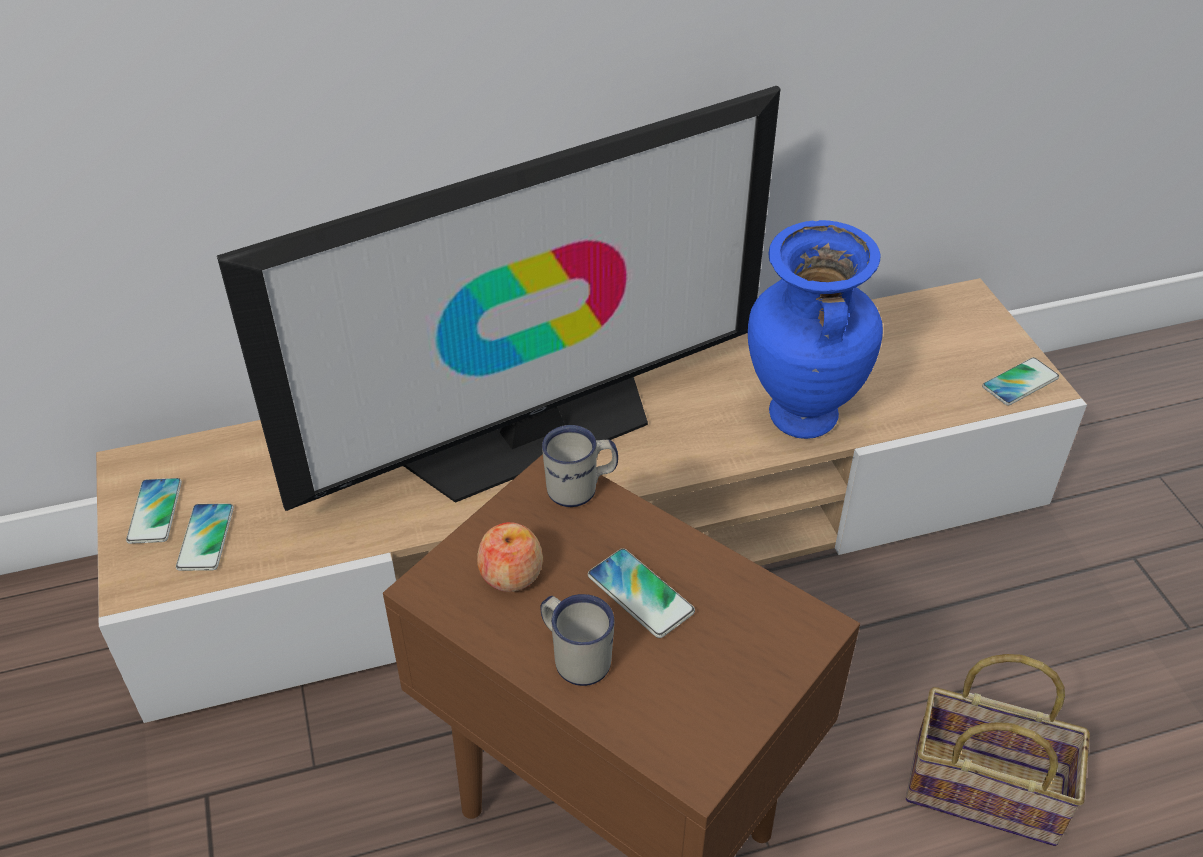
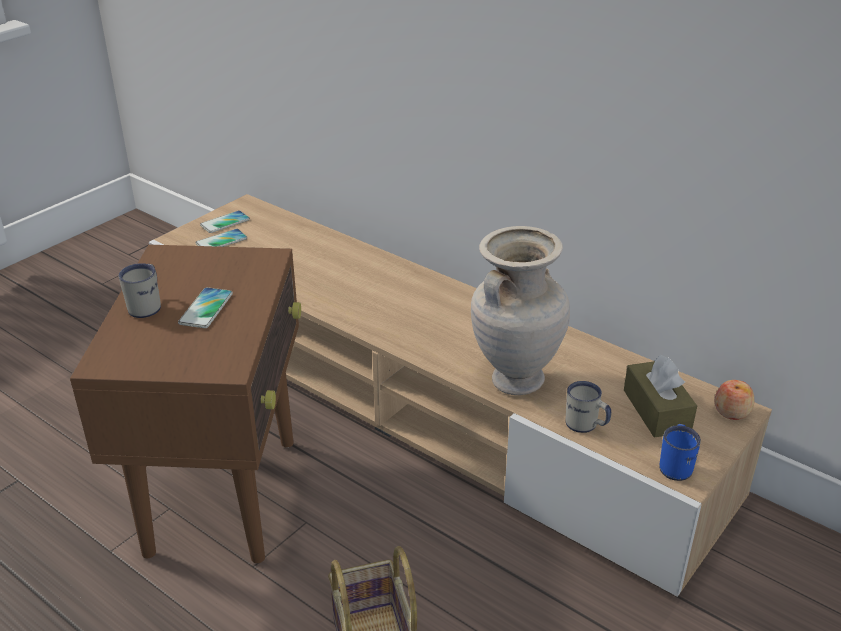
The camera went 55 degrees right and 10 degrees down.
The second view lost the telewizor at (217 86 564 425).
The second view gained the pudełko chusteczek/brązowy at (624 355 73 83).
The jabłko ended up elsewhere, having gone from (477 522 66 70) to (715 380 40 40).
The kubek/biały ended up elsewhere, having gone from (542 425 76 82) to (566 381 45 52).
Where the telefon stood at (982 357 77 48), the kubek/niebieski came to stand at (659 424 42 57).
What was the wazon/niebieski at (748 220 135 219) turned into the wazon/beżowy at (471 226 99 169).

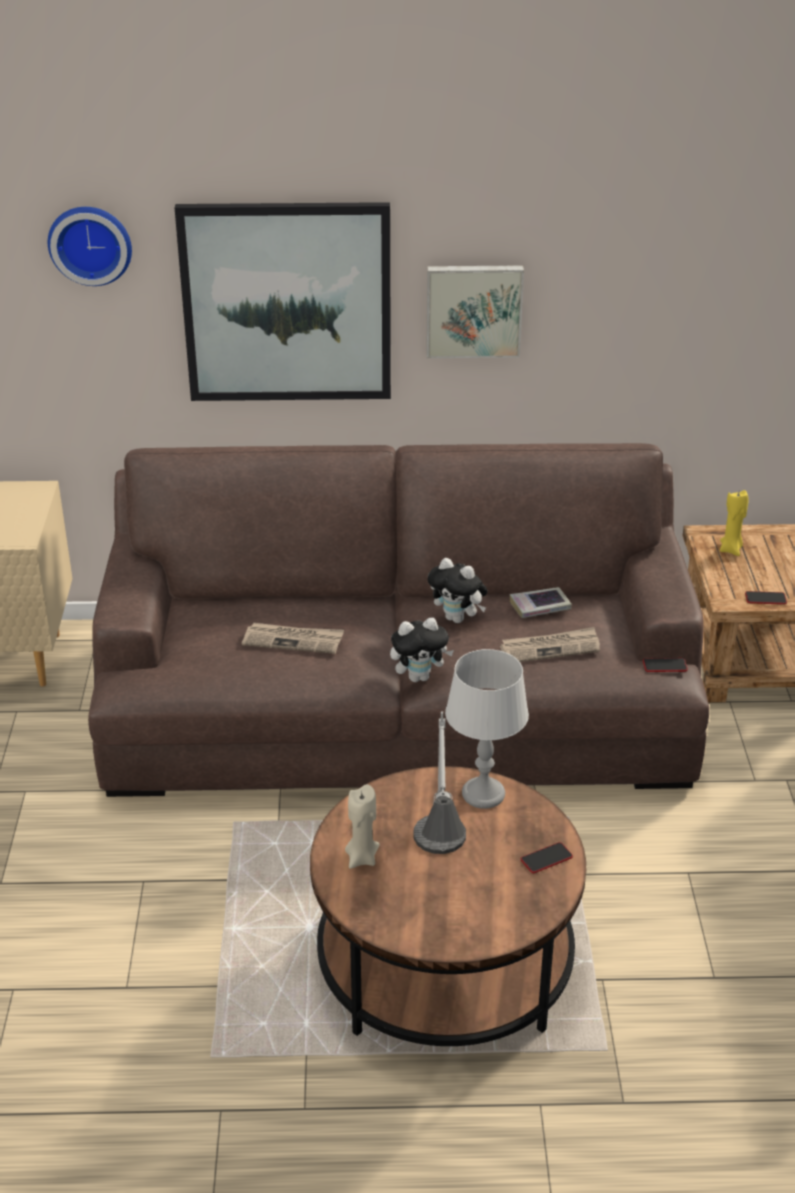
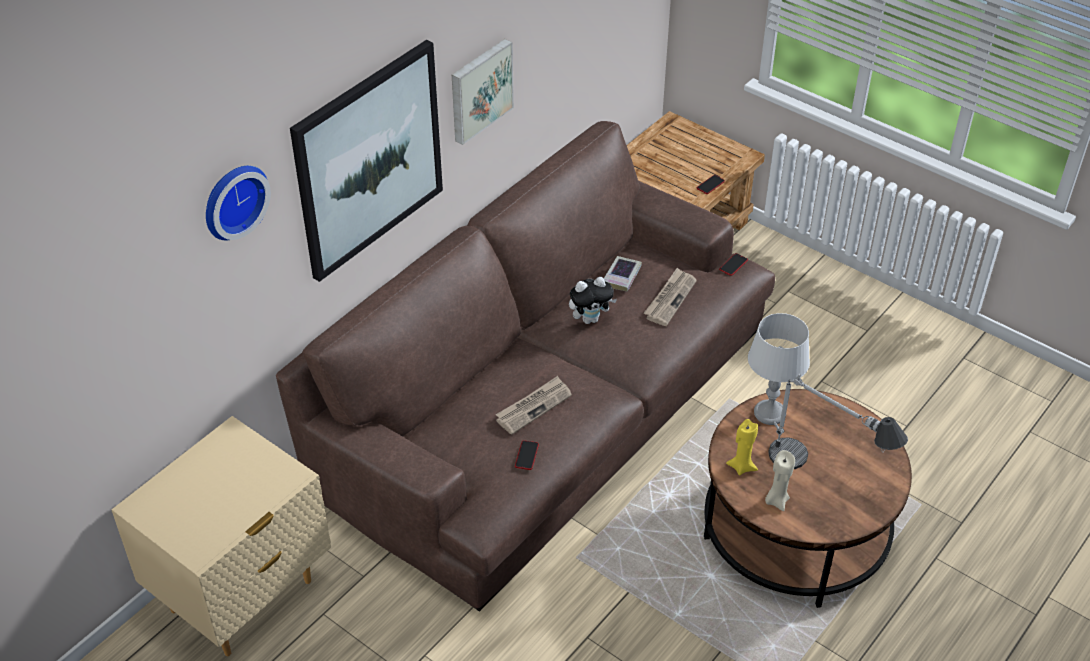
The camera went 50 degrees left and 10 degrees up.
The second view lost the pluszak at (390 618 64 64).
The telefon ended up elsewhere, having gone from (521 842 52 31) to (515 440 24 30).
The świeca/żółty ended up elsewhere, having gone from (720 490 29 66) to (726 419 32 56).

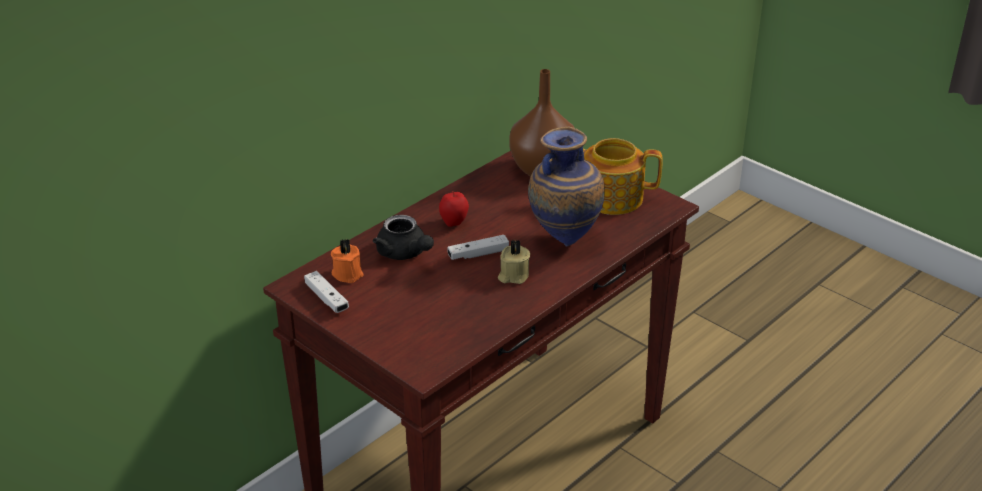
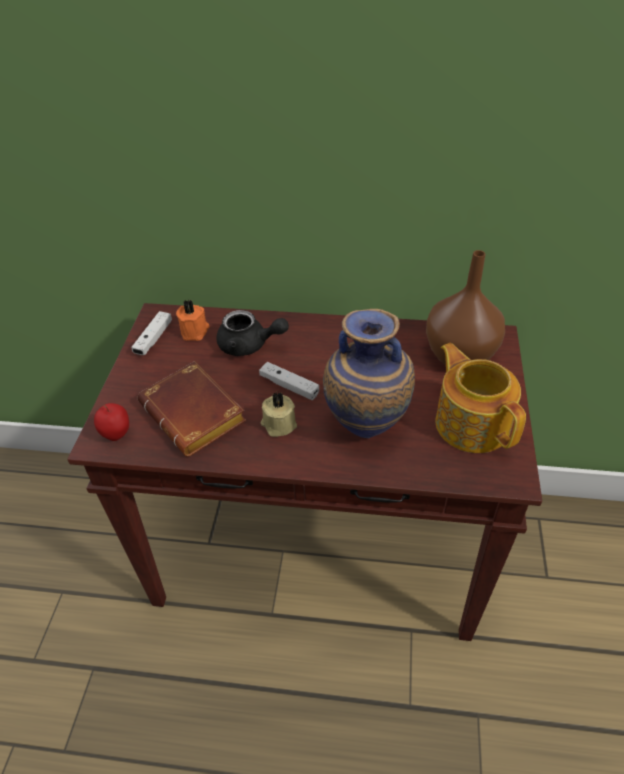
The camera went 55 degrees right and 10 degrees up.
The second view gained the książka/brązowy at (138 361 108 96).
The jabłko ended up elsewhere, having gone from (439 191 30 36) to (94 403 35 38).
The imbryk/czarny at (373 215 61 45) ended up facing another way, 90 degrees counterclockwise from before.

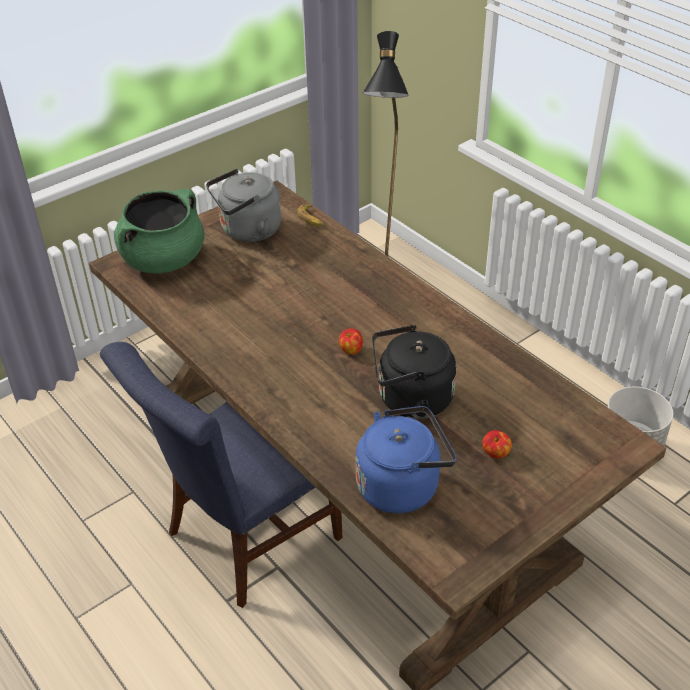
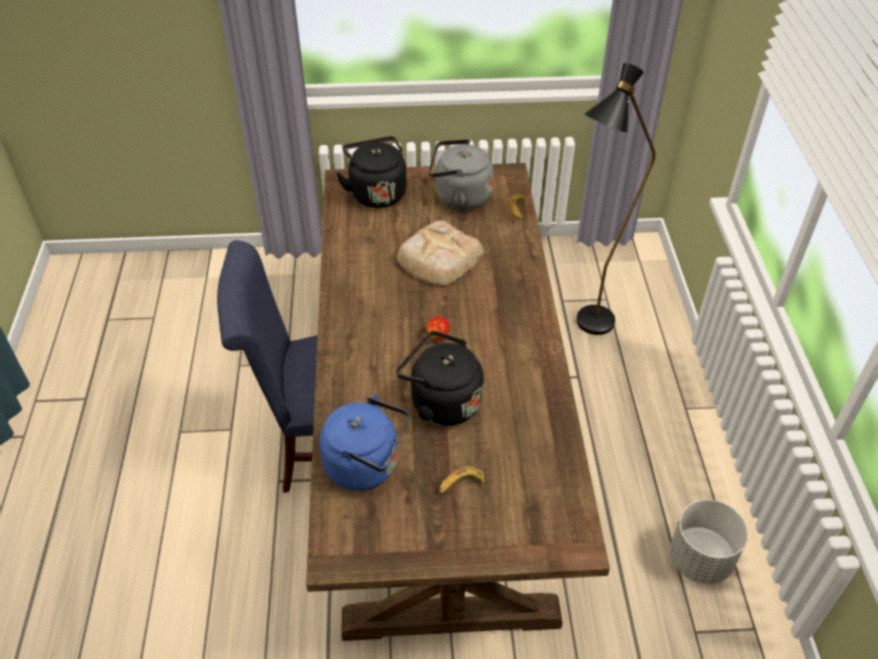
The camera went 35 degrees right and 5 degrees up.
The second view gained the chleb at (397 220 87 66).
Where the garnek/zielony stood at (114 189 90 84), the czajnik/czarny came to stand at (336 136 71 72).
Where the jabłko stood at (482 430 30 28), the banan came to stand at (439 466 46 28).

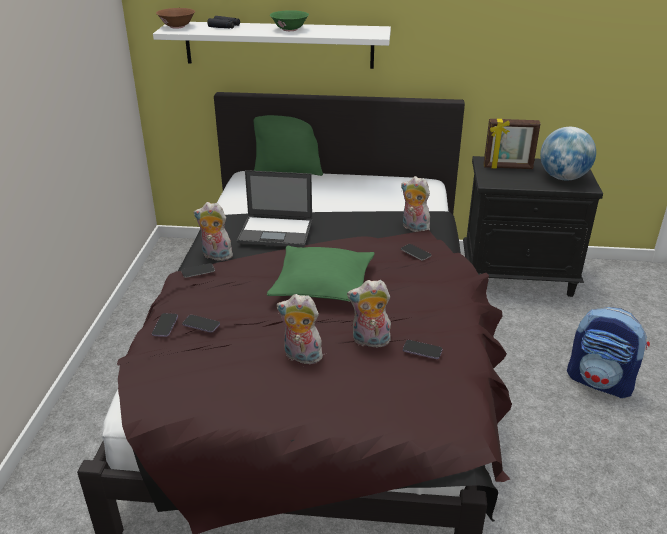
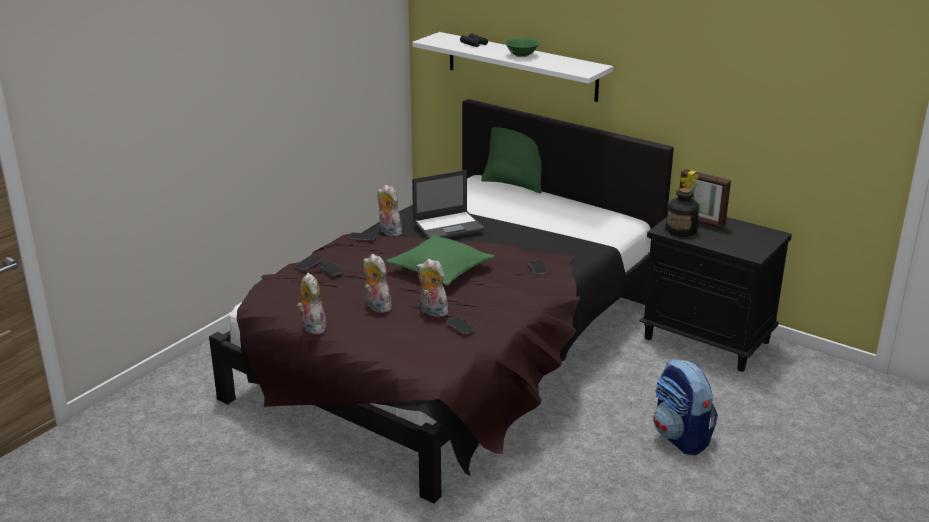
The camera went 30 degrees right and 5 degrees down.
The second view lost the miska/brązowy at (156 8 39 20).
The second view lost the globus at (540 127 56 54).
The second view gained the butelka at (665 188 34 49).
The pluszak ended up elsewhere, having gone from (401 176 29 56) to (297 273 29 61).
The laptop at (237 170 75 77) ended up facing another way, 60 degrees counterclockwise from before.

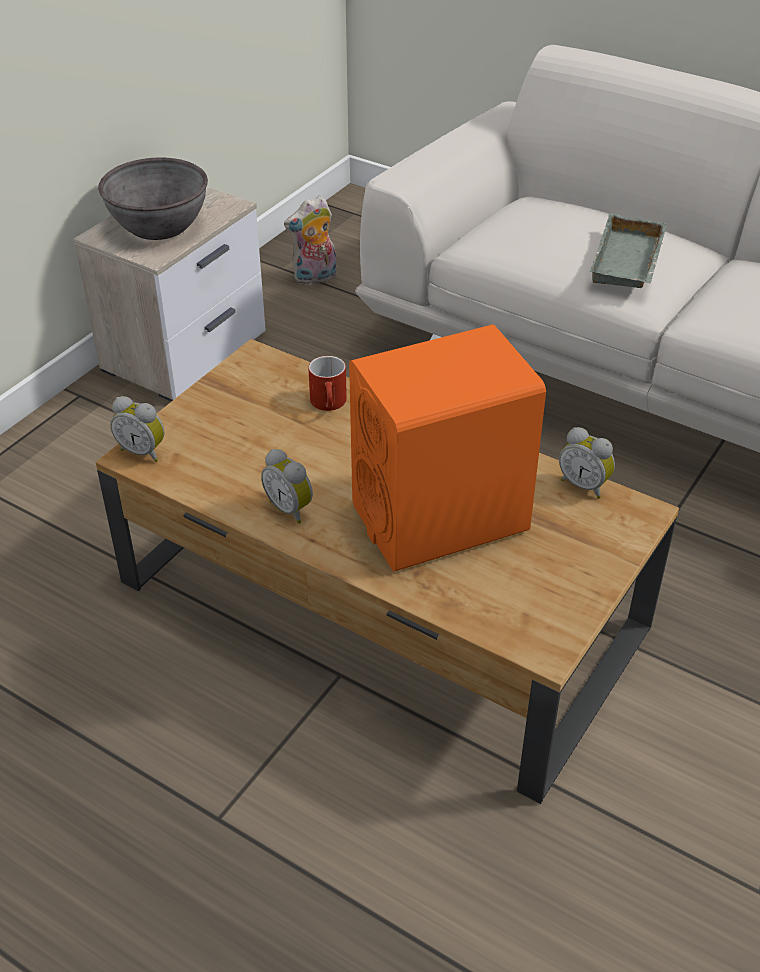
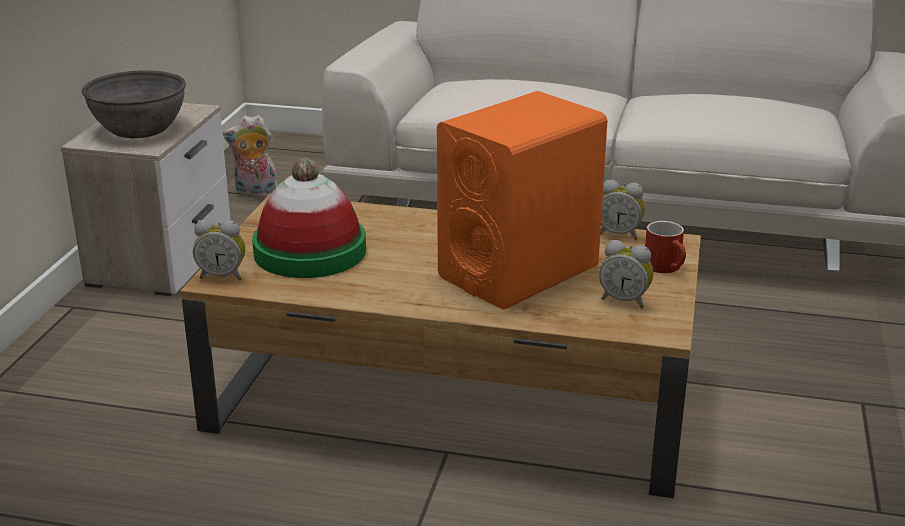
The camera went 20 degrees left and 15 degrees down.
The second view lost the taca/szary at (590 213 77 75).
The second view gained the kapelusz at (252 158 114 120).
The budzik ended up elsewhere, having gone from (261 449 52 75) to (599 240 54 69).
The kubek/czerwony ended up elsewhere, having gone from (308 356 39 55) to (645 221 41 52).
The pluszak at (284 196 52 90) ended up facing another way, 45 degrees clockwise from before.

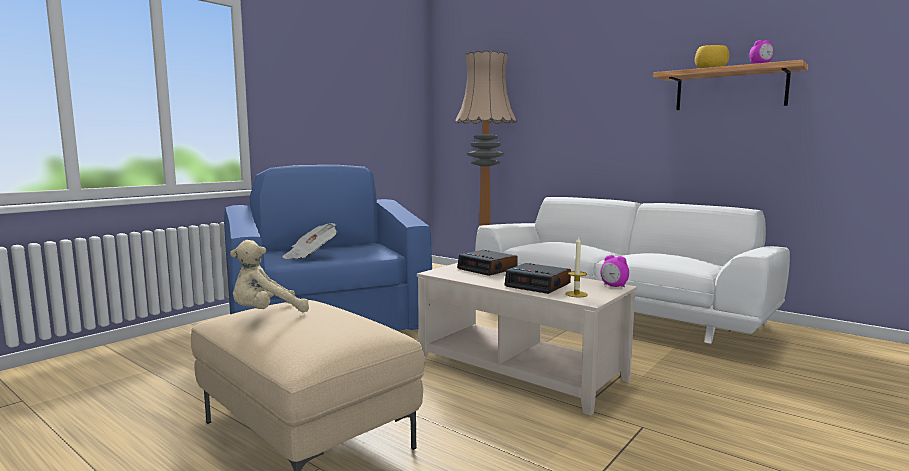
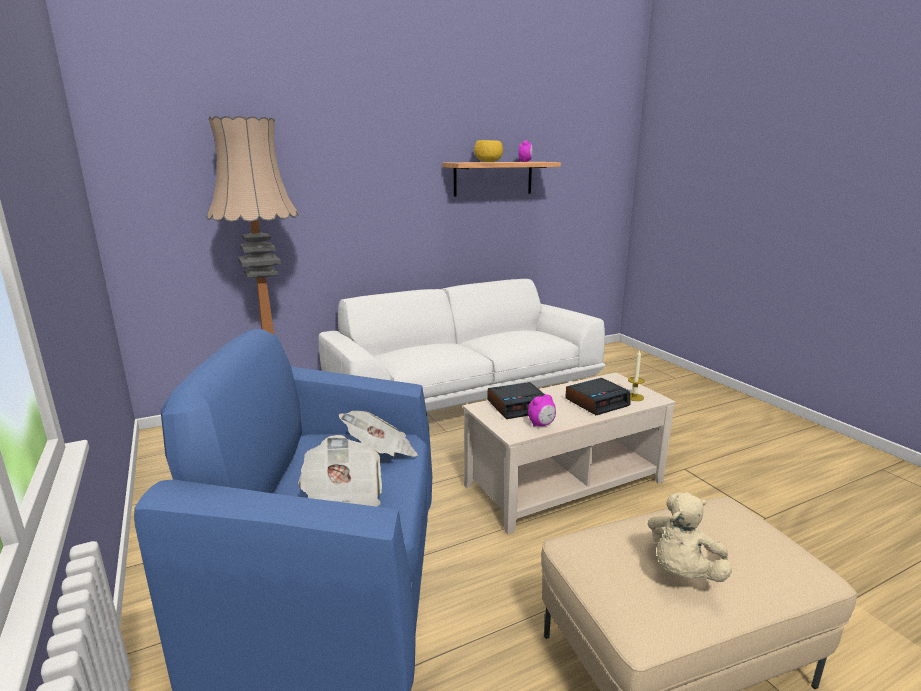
The camera went 65 degrees left and 10 degrees up.
The second view gained the gazeta at (339 411 79 46).
The budzik ended up elsewhere, having gone from (601 255 28 32) to (528 394 28 33).
The pluszak/beżowy at (230 240 79 73) ended up facing another way, 45 degrees clockwise from before.

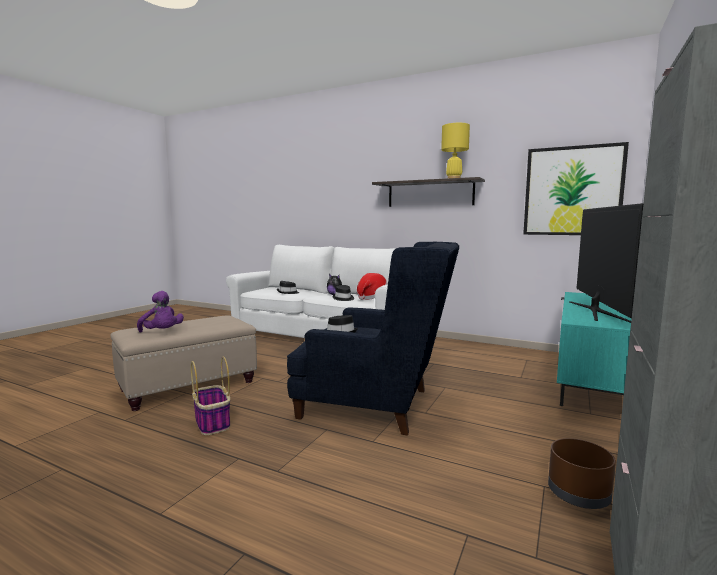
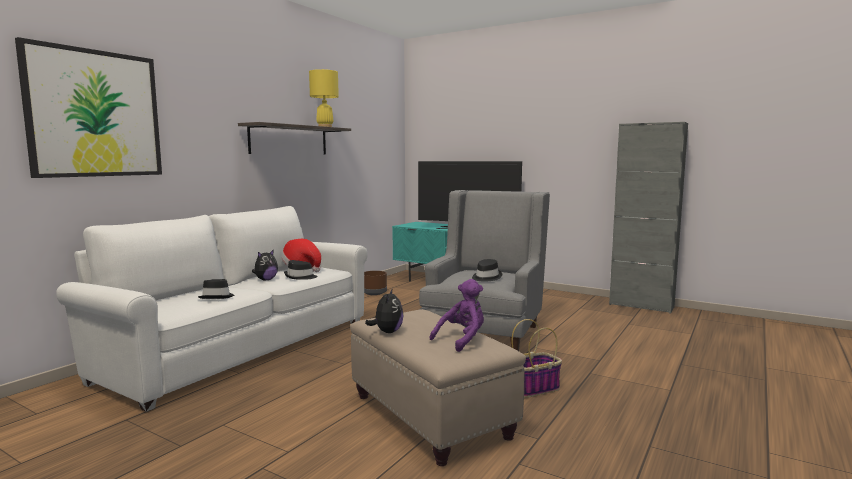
The camera went 85 degrees left and 0 degrees up.
The second view gained the pluszak at (365 288 38 45).
The obraz ended up elsewhere, having gone from (523 142 106 93) to (15 37 147 141).
The donica/brązowy ended up elsewhere, having gone from (548 438 68 71) to (364 271 23 24).
What was the fotel/niebieski at (287 242 172 194) turned into the fotel/szary at (419 190 131 161).

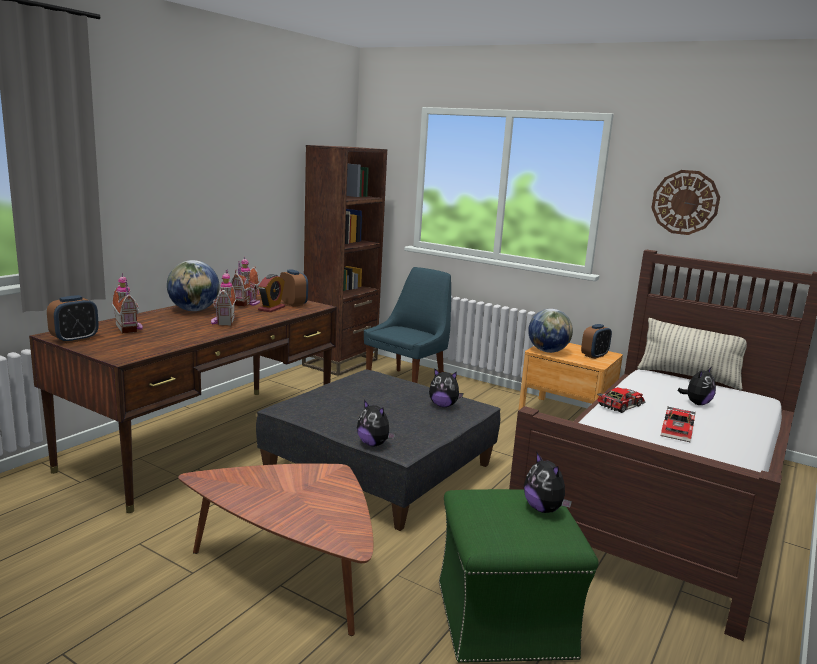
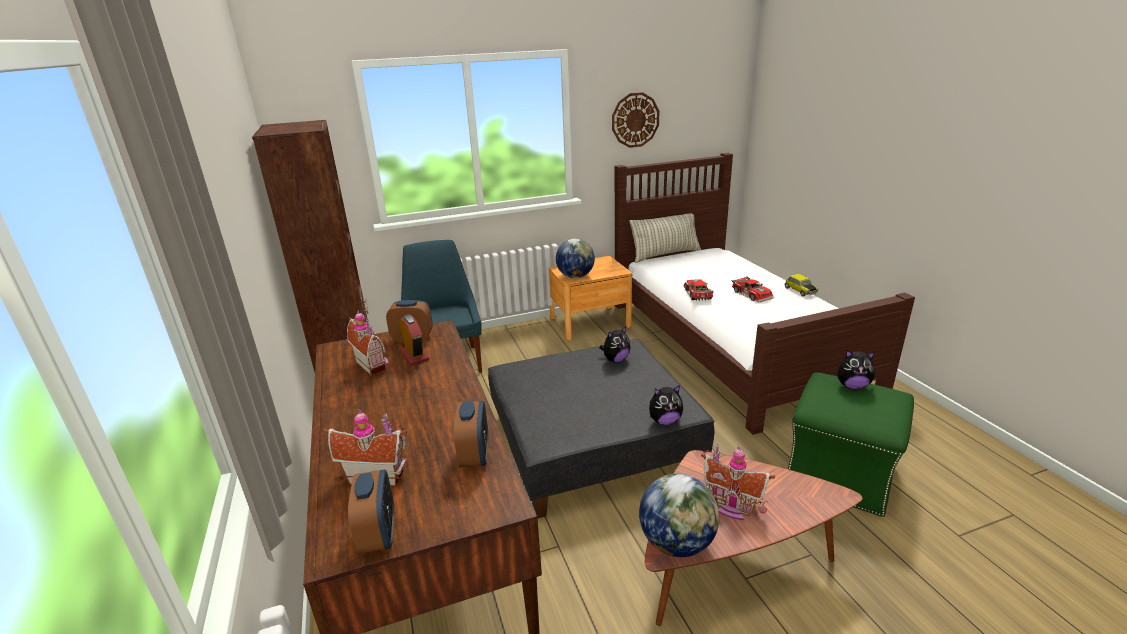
The camera went 50 degrees left and 10 degrees up.
The second view lost the pluszak at (677 368 39 37).
The second view gained the samochodzik at (785 274 34 22).
The globus ended up elsewhere, having gone from (167 260 53 51) to (639 474 80 83).
The domek ended up elsewhere, having gone from (211 270 25 56) to (701 443 74 77).
The budzik ended up elsewhere, having gone from (581 324 31 35) to (454 401 34 67).

